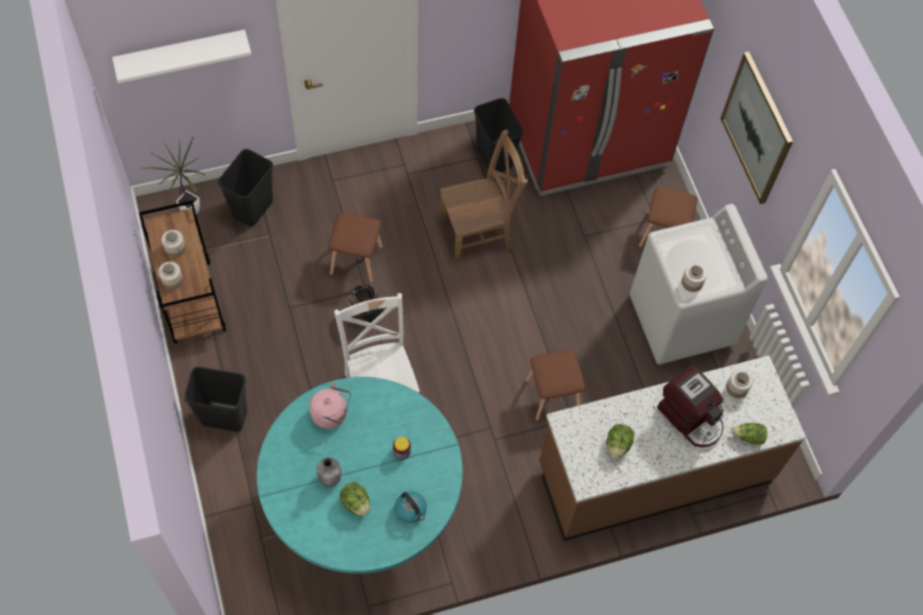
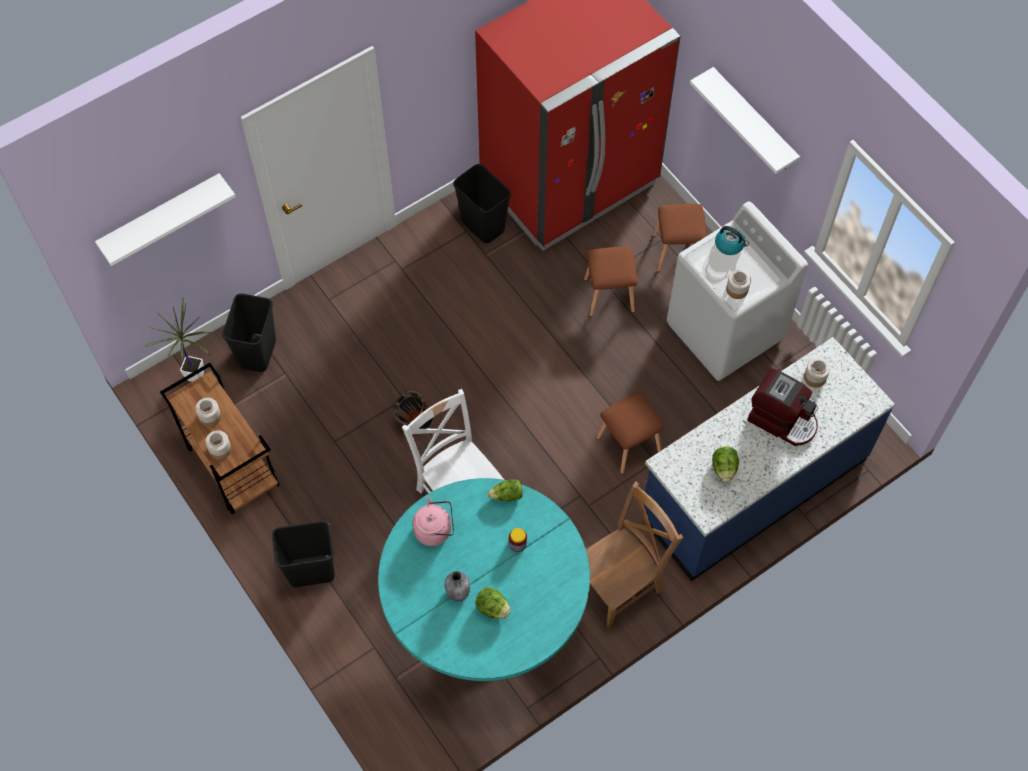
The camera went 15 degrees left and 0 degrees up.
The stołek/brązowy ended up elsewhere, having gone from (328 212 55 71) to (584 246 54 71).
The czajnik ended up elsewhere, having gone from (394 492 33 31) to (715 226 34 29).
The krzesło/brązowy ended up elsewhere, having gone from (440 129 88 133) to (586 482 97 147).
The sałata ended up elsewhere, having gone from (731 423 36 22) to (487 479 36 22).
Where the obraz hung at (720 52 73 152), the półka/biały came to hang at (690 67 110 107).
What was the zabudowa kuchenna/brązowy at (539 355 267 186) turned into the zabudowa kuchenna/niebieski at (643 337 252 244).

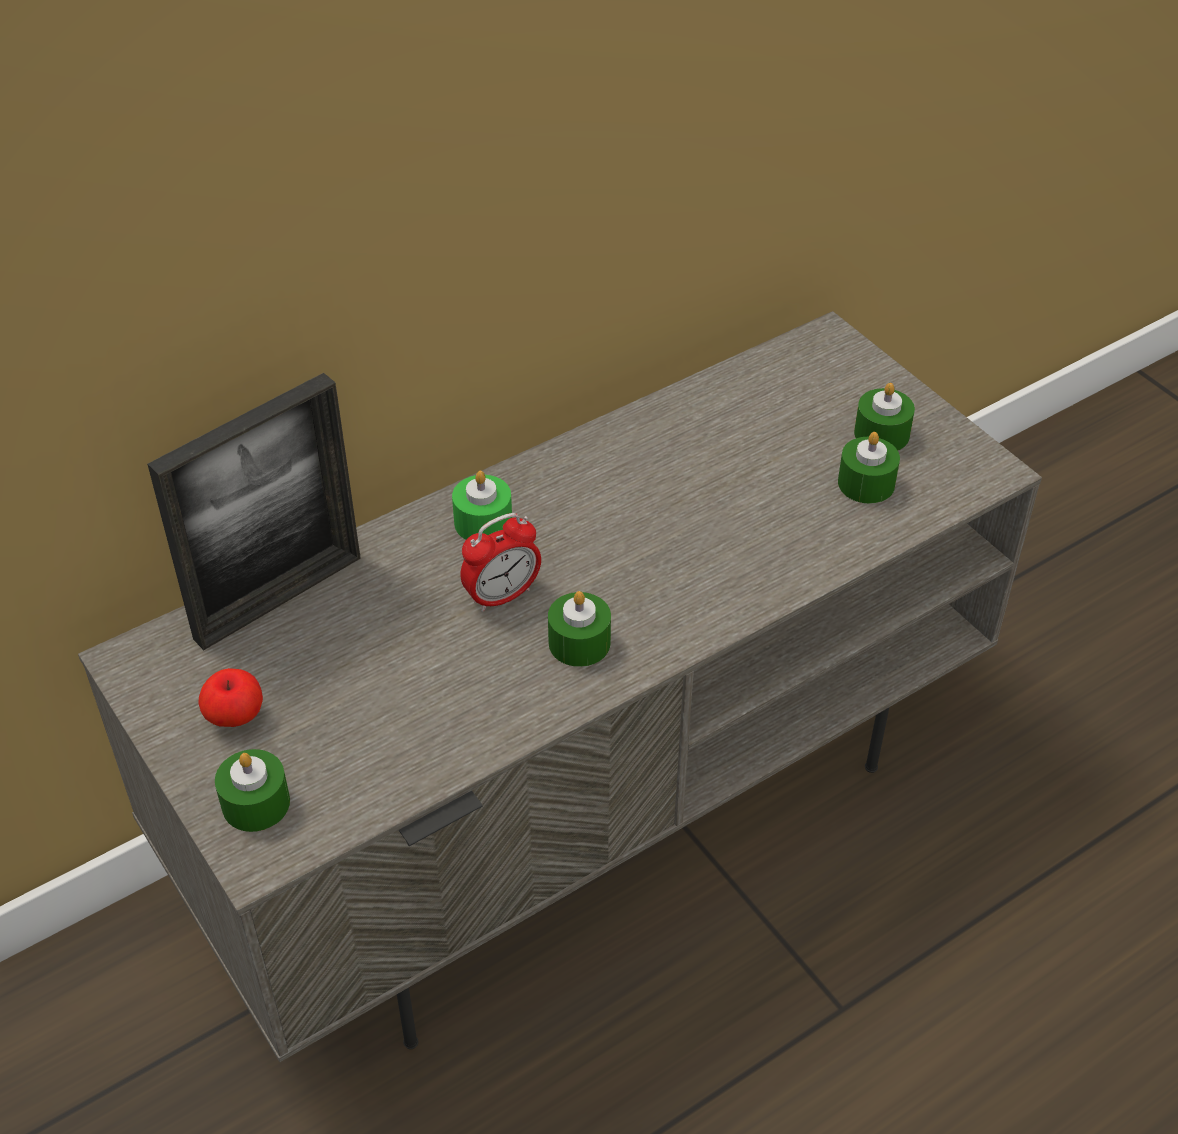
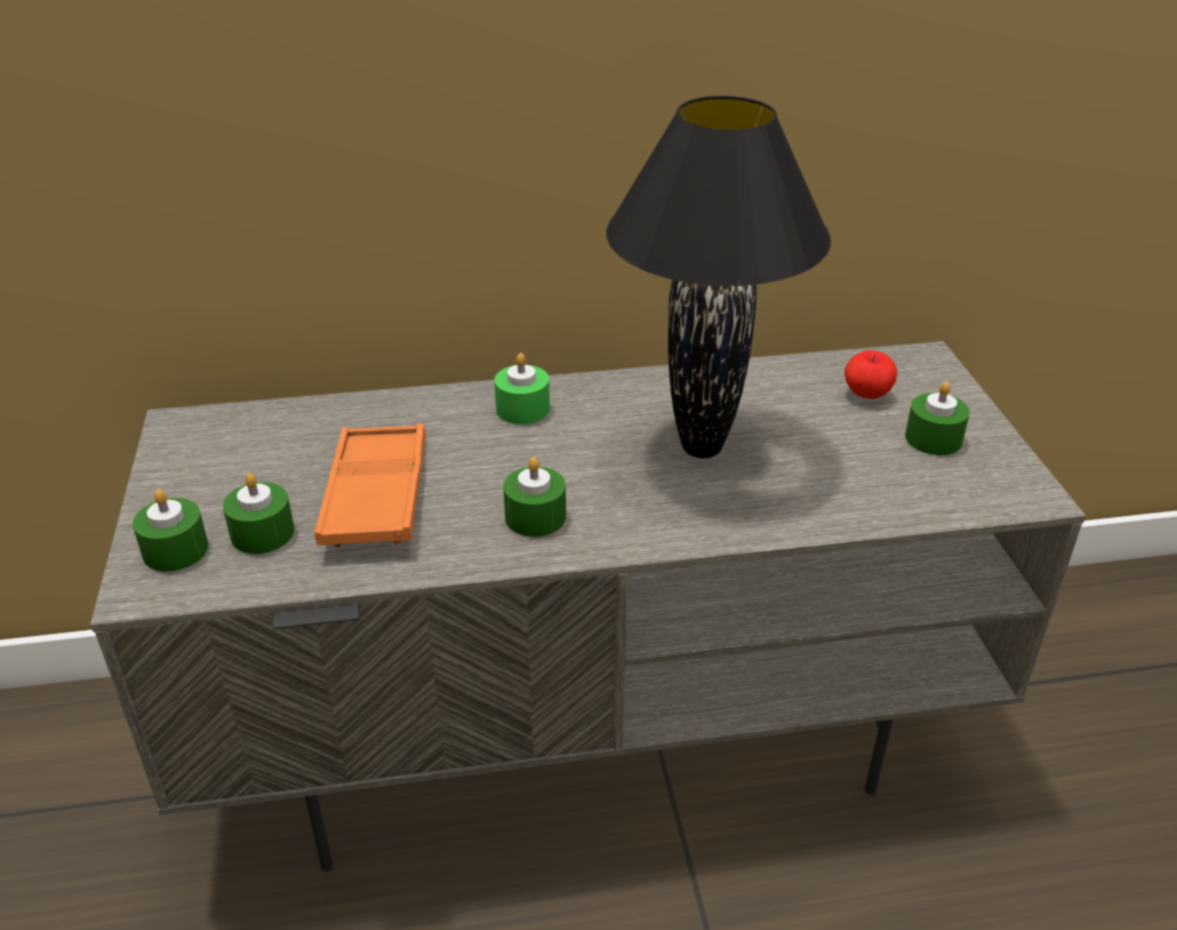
The camera went 25 degrees right and 10 degrees down.
The second view lost the ramka na zdjęcie at (147 373 214 277).
The second view lost the budzik at (460 513 81 99).
The second view gained the taca/pomarańczowy at (314 423 112 124).
The second view gained the lampa stołowa/czarny at (606 96 225 362).
The jabłko ended up elsewhere, having gone from (198 668 65 59) to (845 350 52 49).
The świeca/zielony ended up elsewhere, having gone from (838 432 62 72) to (223 473 71 81).

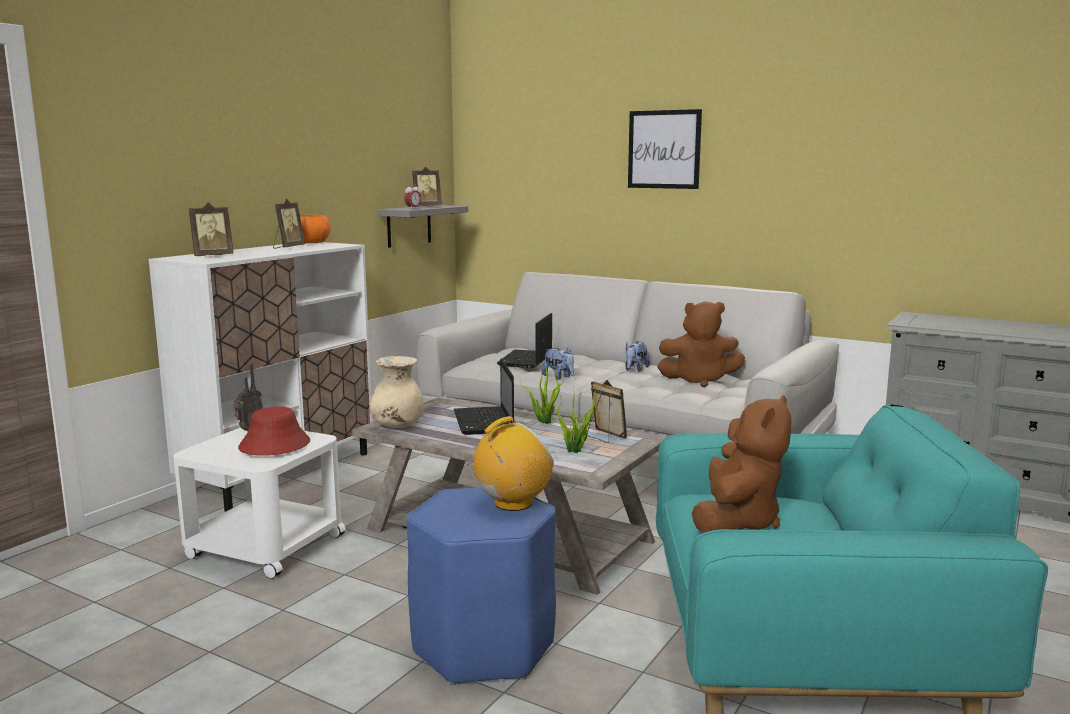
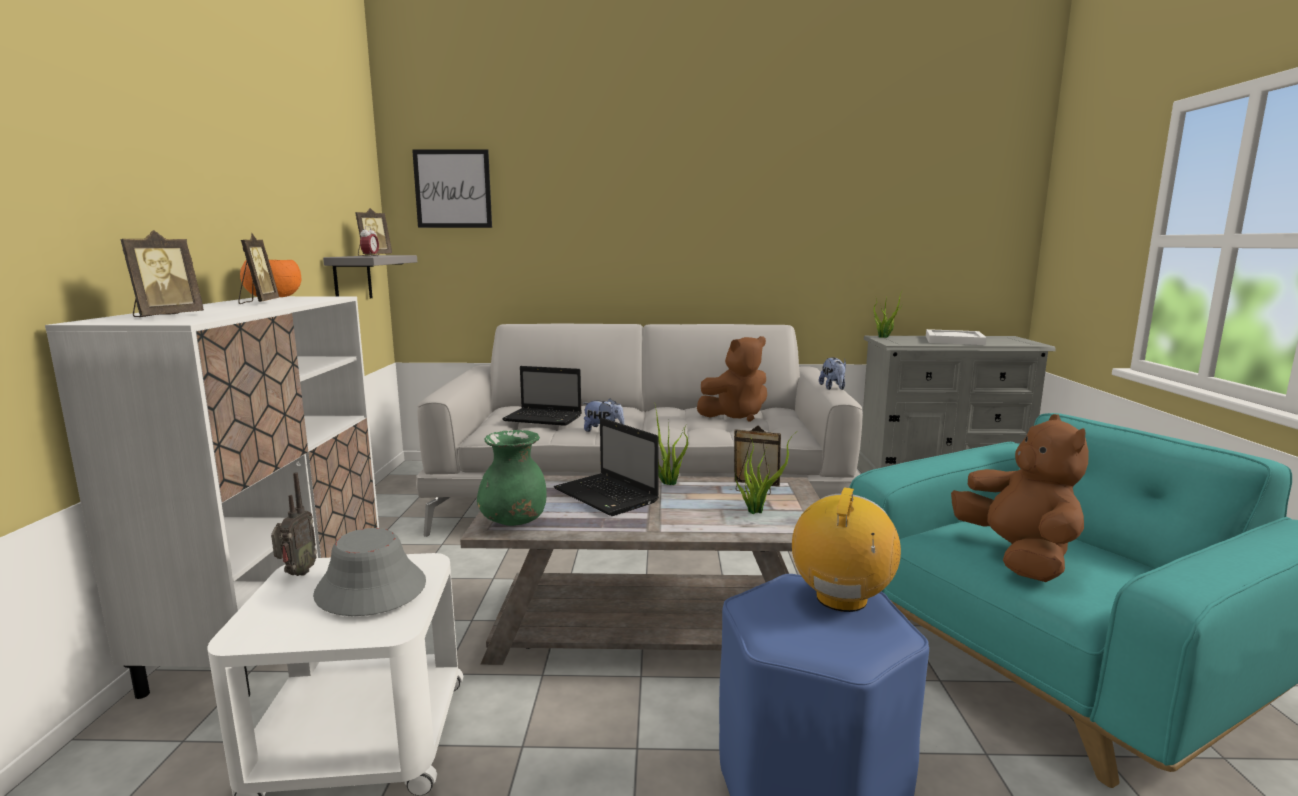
The camera went 30 degrees left and 0 degrees up.
The second view gained the roślina doniczkowa at (873 288 31 50).
The second view gained the taca/biały at (926 329 61 16).
The pluszak ended up elsewhere, having gone from (625 341 25 31) to (819 357 27 33).
The obraz ended up elsewhere, having gone from (628 109 74 80) to (412 149 80 79).
What was the kapelusz/czerwony at (238 406 72 50) turned into the kapelusz/szary at (313 528 113 88).
What was the wazon/beżowy at (370 356 53 72) turned into the wazon/zielony at (477 430 70 96).
The laptop at (497 313 55 55) ended up facing another way, 60 degrees counterclockwise from before.

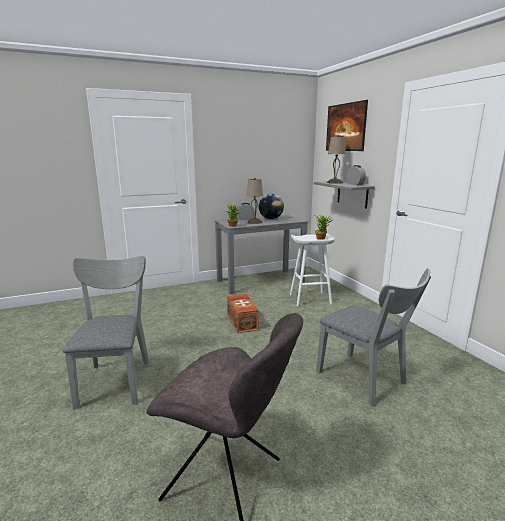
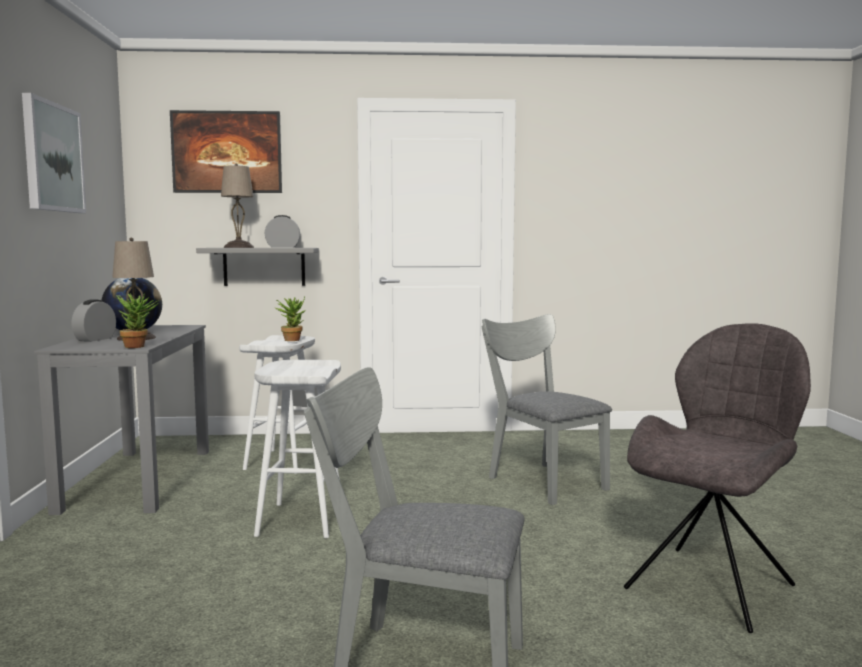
The camera went 70 degrees left and 10 degrees down.
The second view gained the obraz at (22 93 64 120).
Where the pojemnik do przechowywania/brązowy stood at (227 294 32 39), the stołek/biały came to stand at (254 360 87 178).
The krzesło/szary at (316 268 115 139) ended up facing another way, 105 degrees counterclockwise from before.

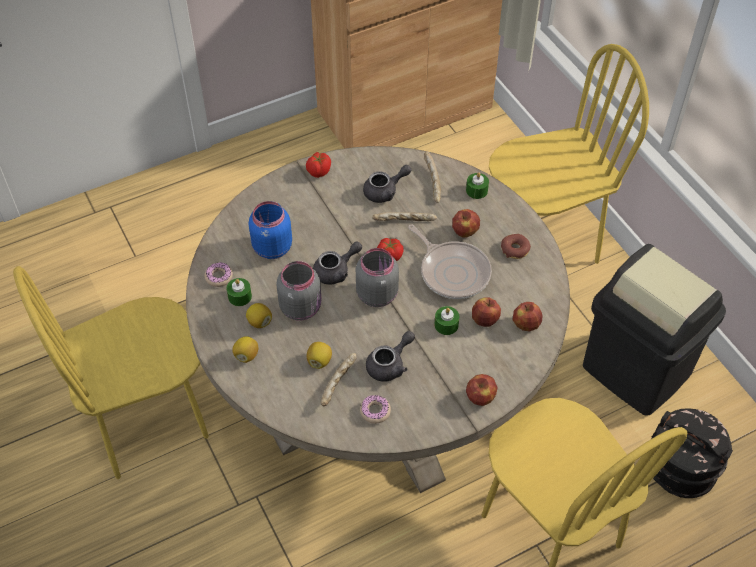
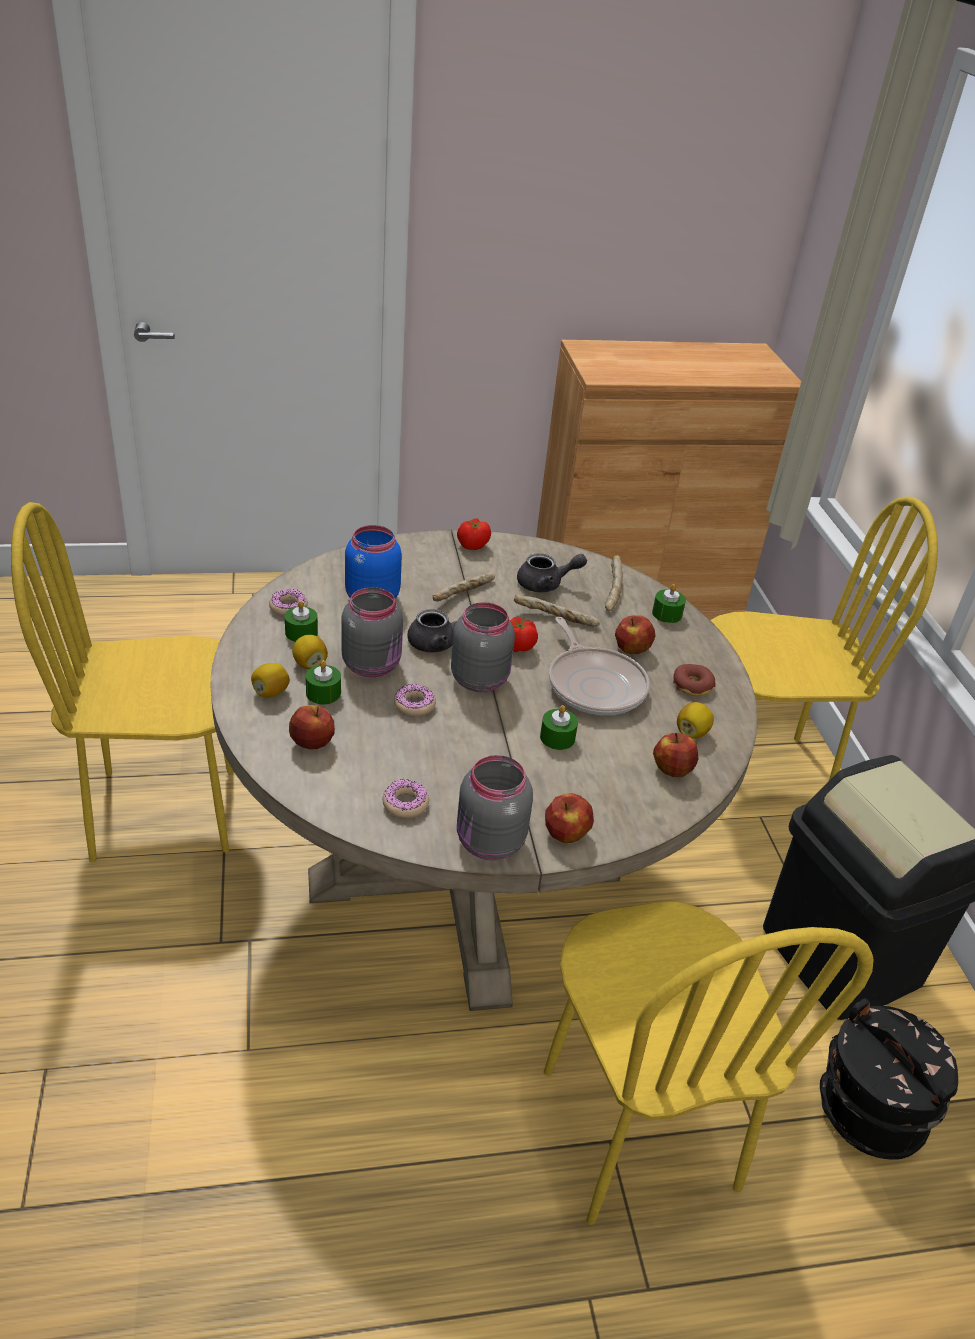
The camera went 15 degrees right and 15 degrees down.
The second view lost the imbryk/szary at (366 331 49 51).
The second view gained the świeca/zielony at (306 660 35 45).
The second view gained the donut at (394 684 42 33).
The second view gained the słoik/szary at (457 755 76 105).
The cytryna ended up elsewhere, having gone from (307 342 25 27) to (677 702 37 37).
The chleb ended up elsewhere, having gone from (321 353 36 54) to (433 572 62 30).
The jabłko ended up elsewhere, having gone from (472 297 29 30) to (289 705 46 45).

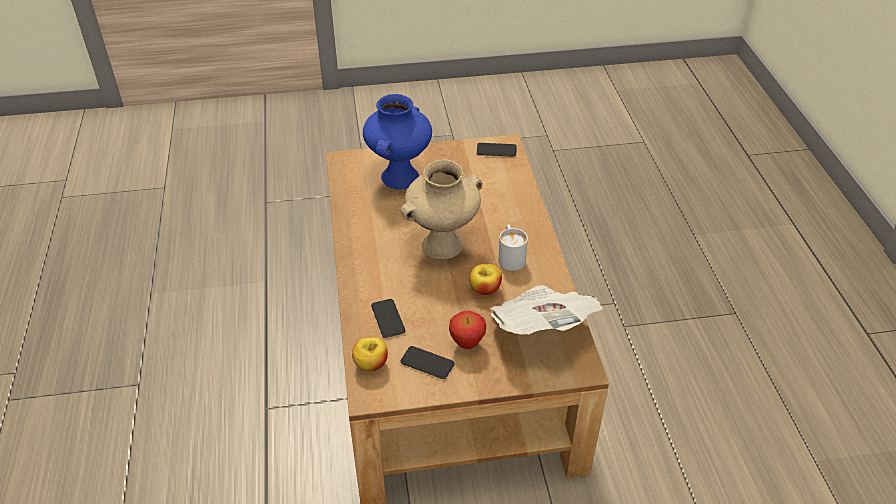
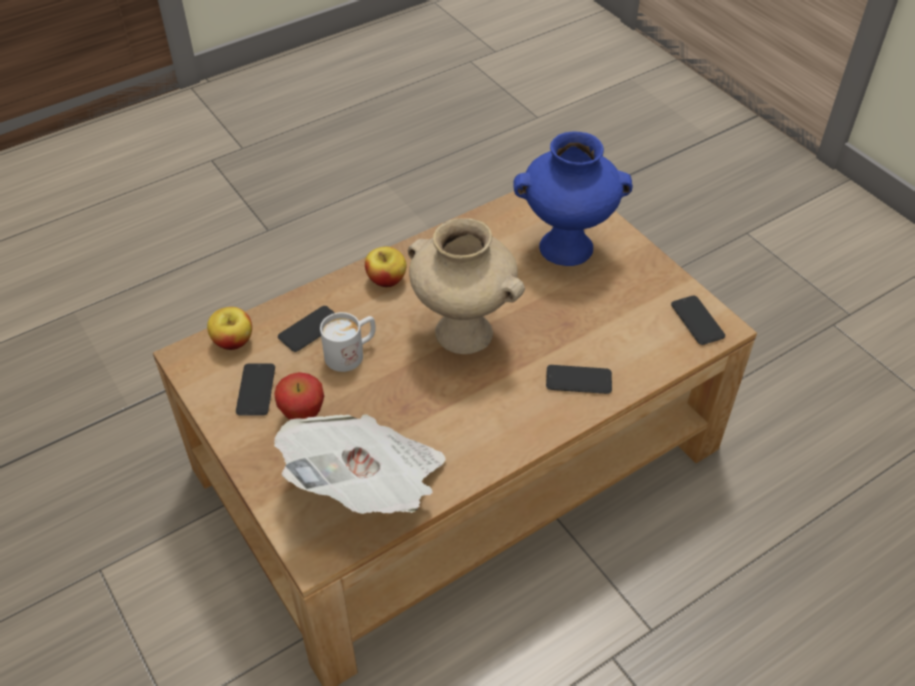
The camera went 65 degrees right and 5 degrees up.
The second view gained the telefon at (546 365 66 29).
The jabłko ended up elsewhere, having gone from (469 264 33 31) to (365 246 41 41).
The kubek/biały ended up elsewhere, having gone from (498 224 30 47) to (320 312 56 60).

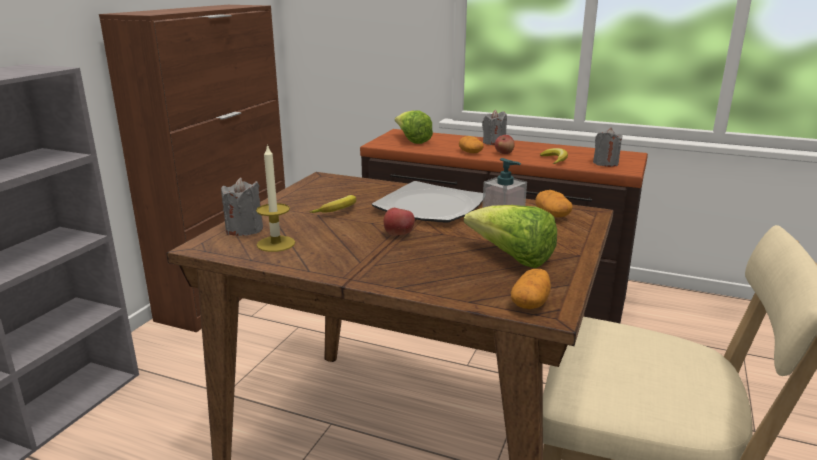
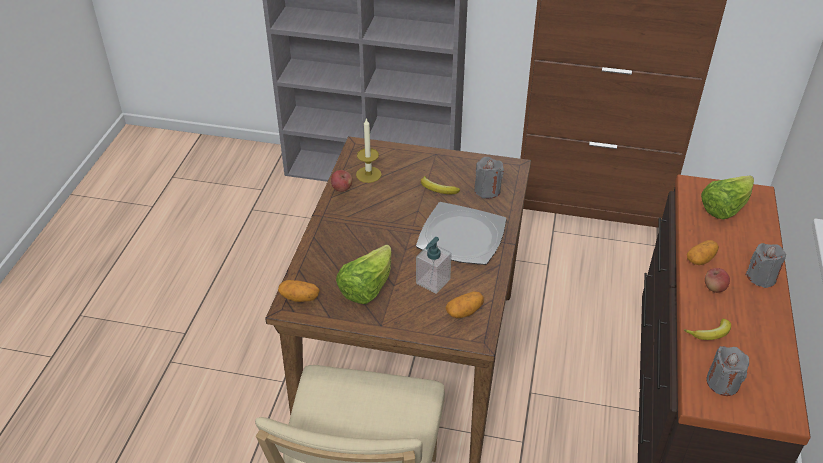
The camera went 80 degrees right and 20 degrees up.
The świeca/szary ended up elsewhere, having gone from (221 178 42 58) to (474 157 30 42).
The jabłko ended up elsewhere, having gone from (384 208 31 28) to (331 170 21 22).

